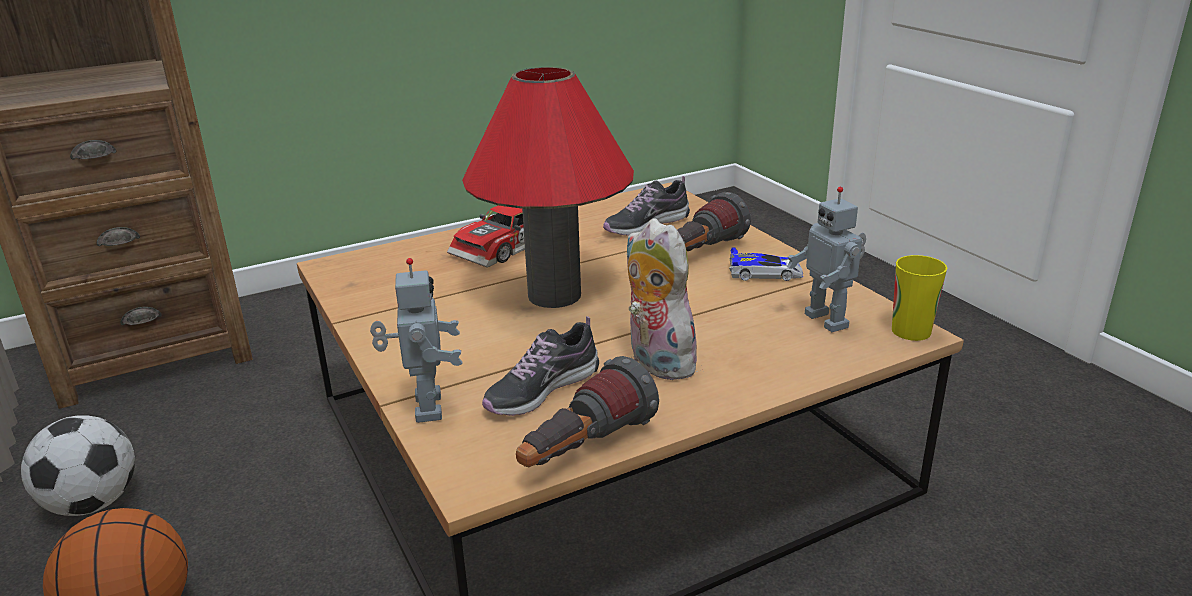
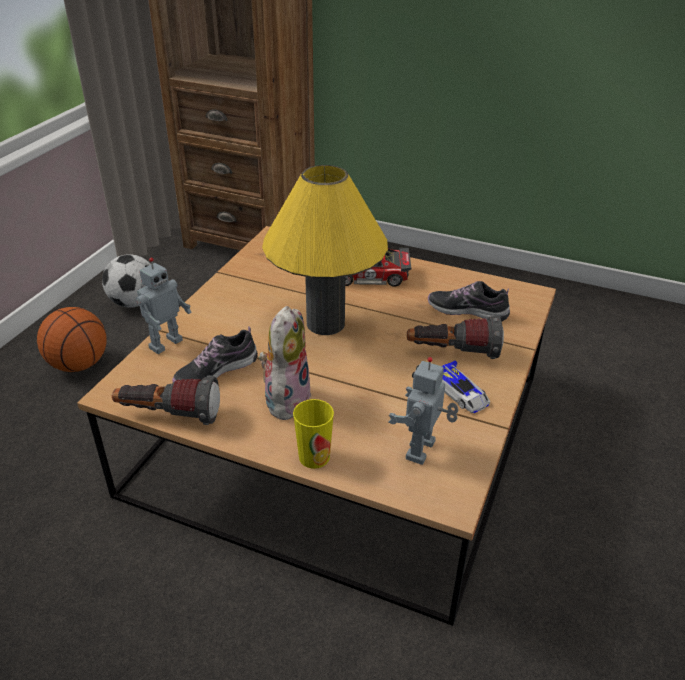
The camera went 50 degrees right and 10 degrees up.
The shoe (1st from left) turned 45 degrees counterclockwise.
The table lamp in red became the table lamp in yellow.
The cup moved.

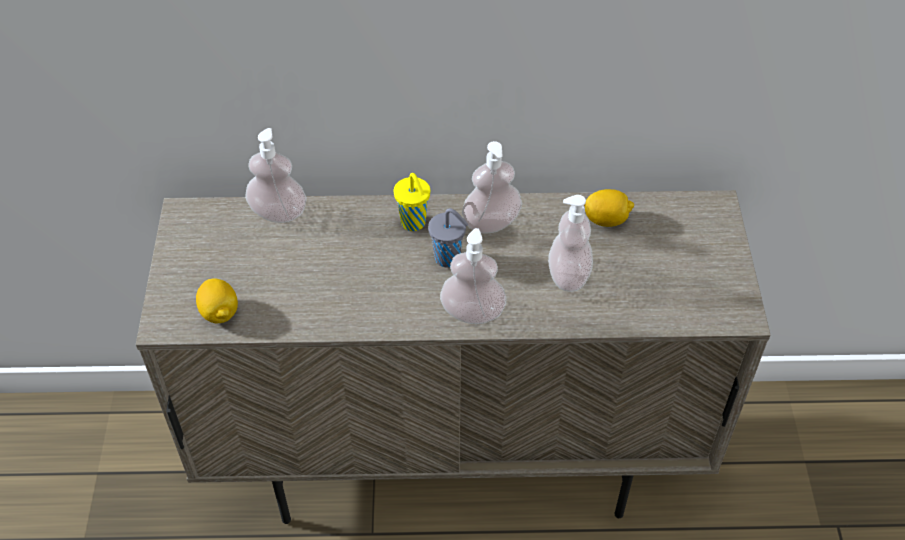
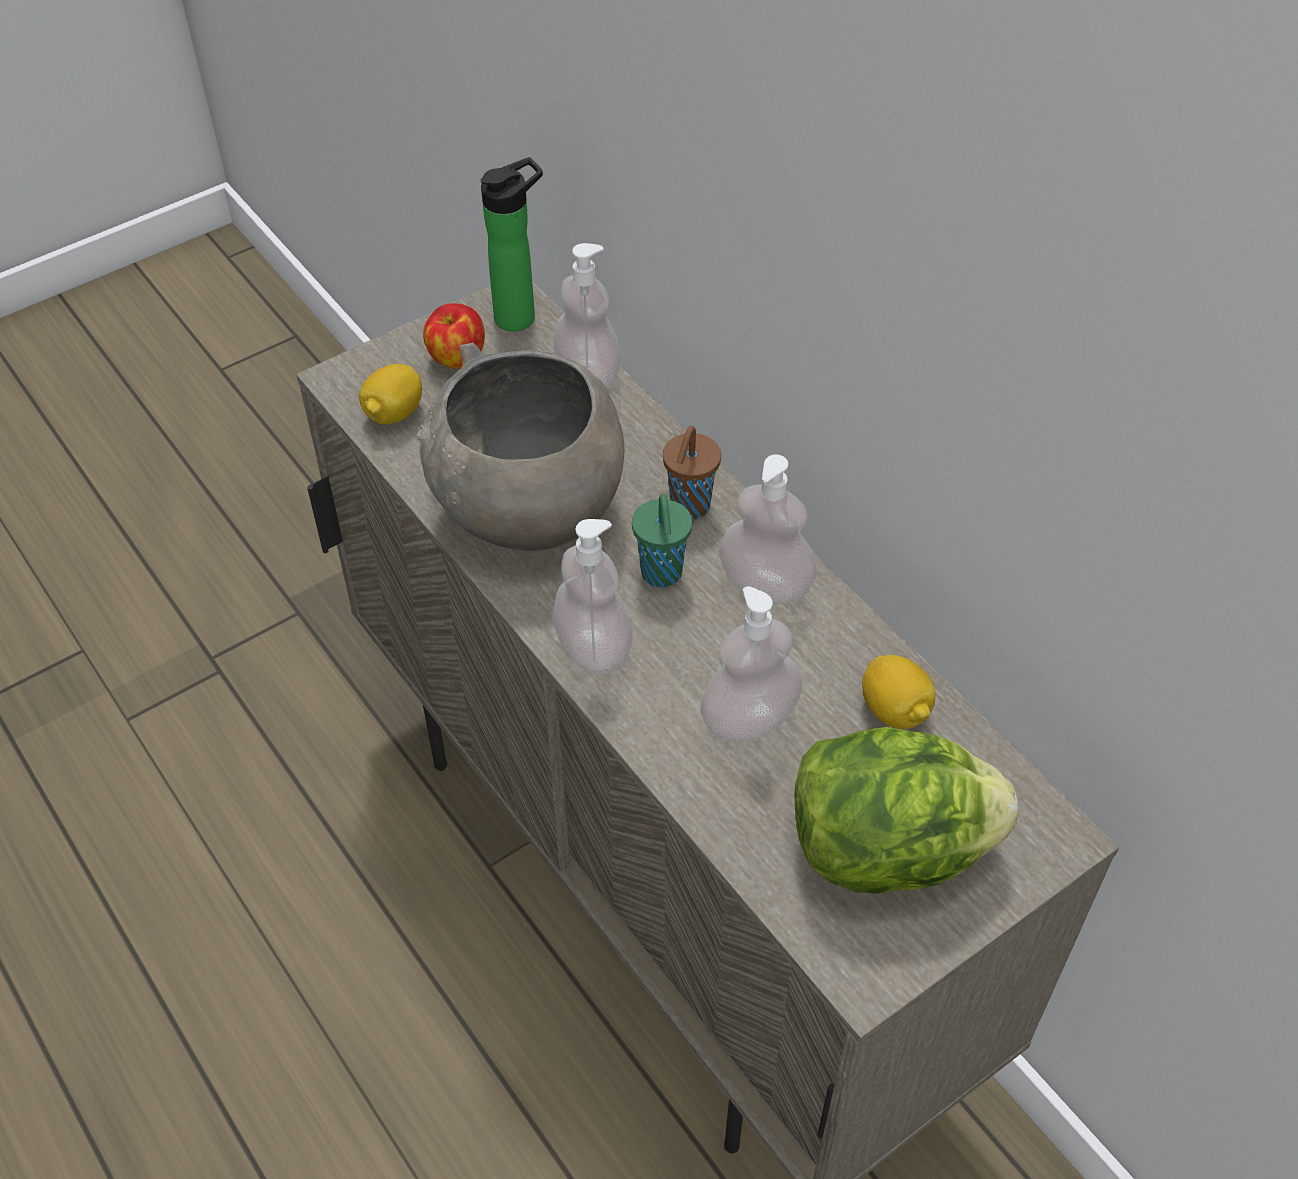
The camera went 55 degrees right and 0 degrees up.
The bowl in grey appeared.
The apple appeared.
The bottle appeared.
The cup in grey became the cup in green.
The cup in yellow became the cup in brown.
The lettuce appeared.

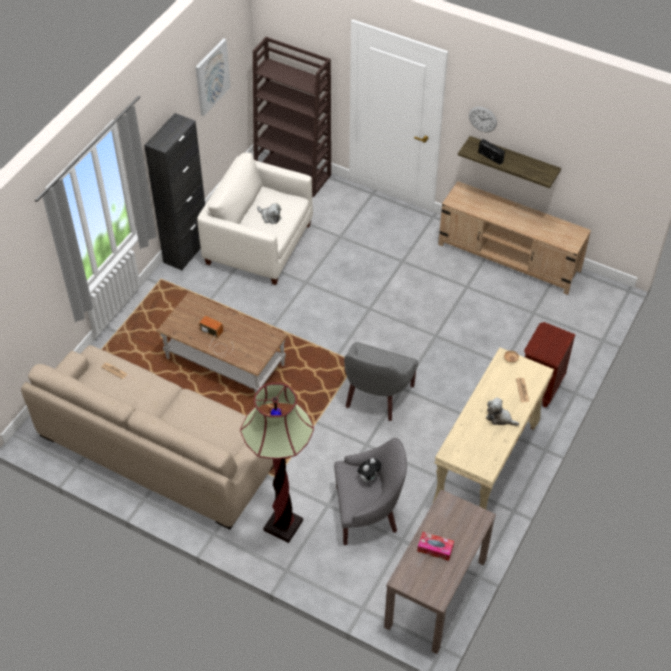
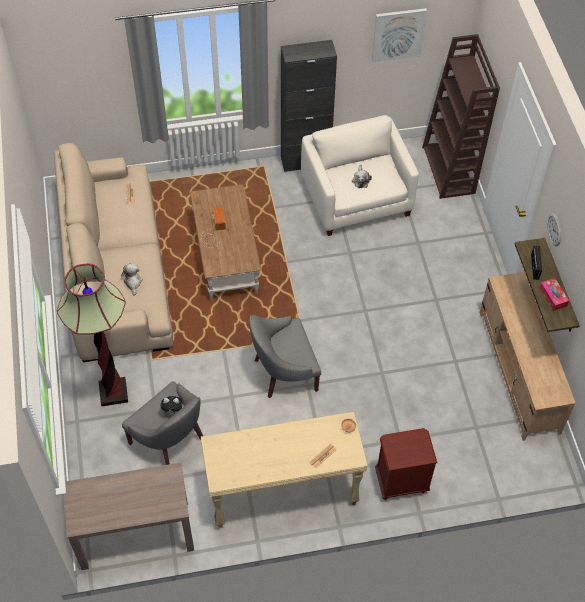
The camera went 50 degrees right and 5 degrees up.
The plush toy (3rd from left in the first image) moved.
The tissue box moved.

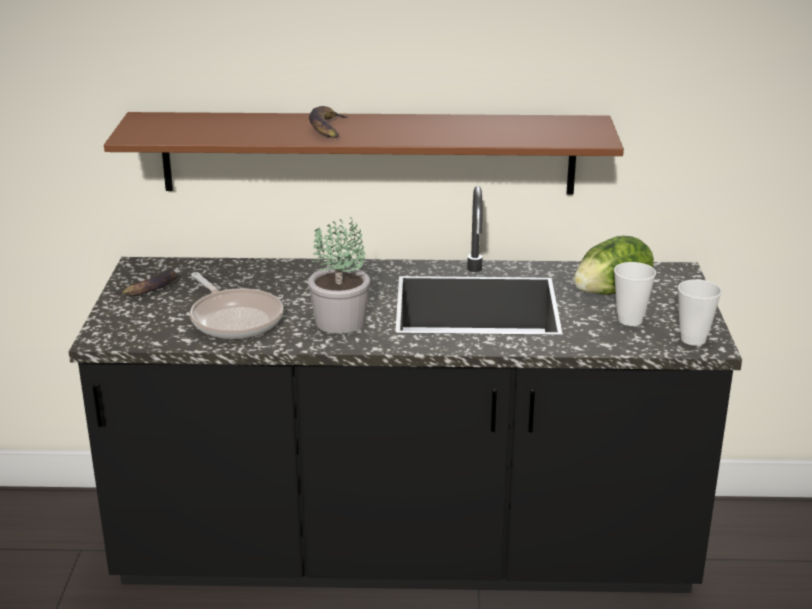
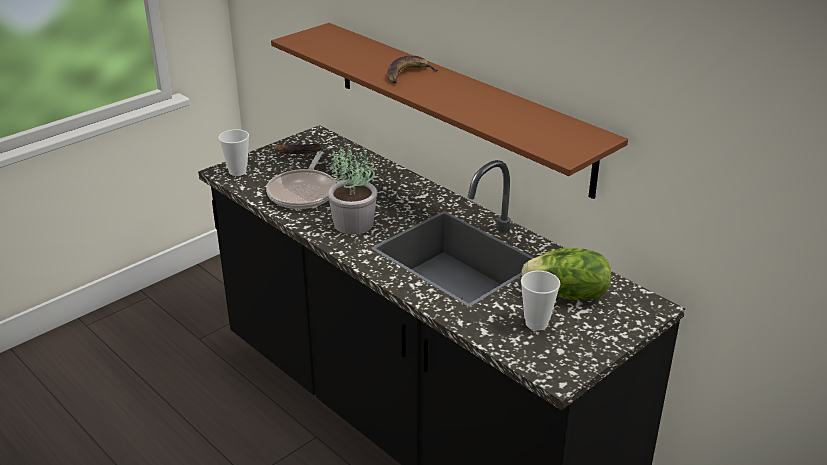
The camera went 45 degrees right and 5 degrees up.
The cup (2nd from left in the first image) moved.

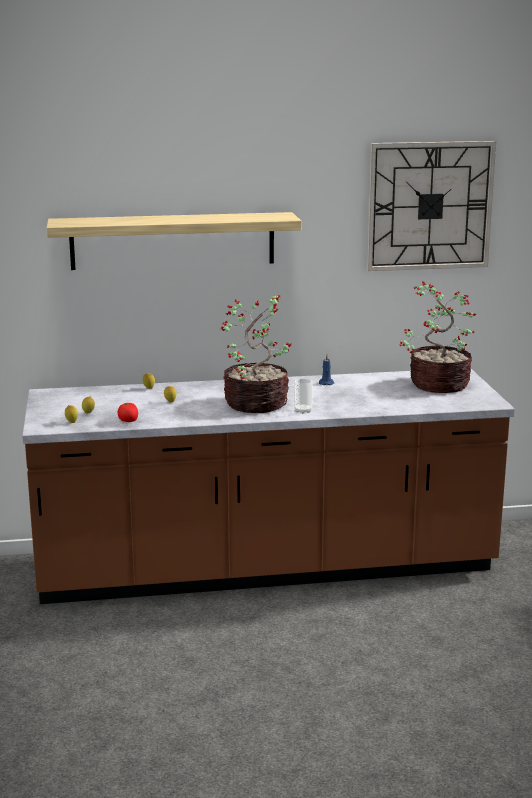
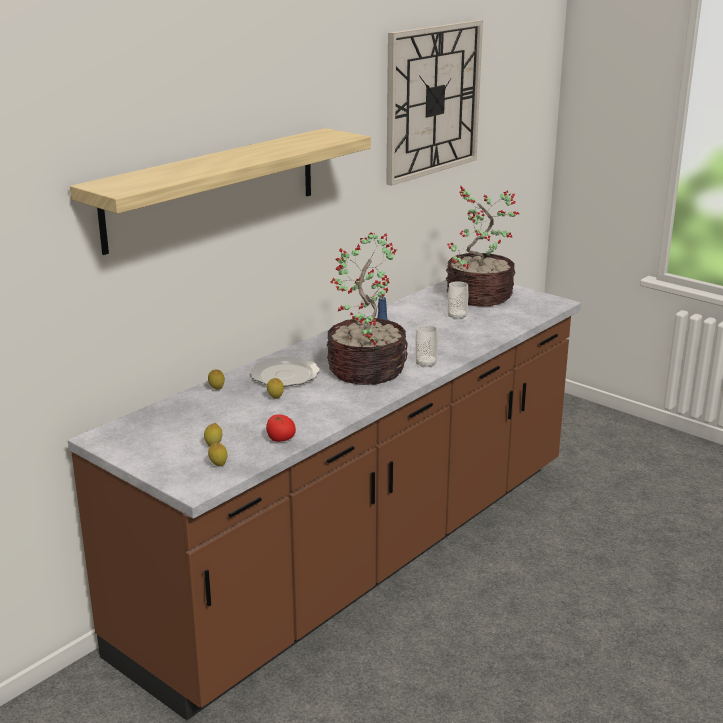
The camera went 40 degrees left and 5 degrees up.
The plate appeared.
The cup (2nd from left) appeared.

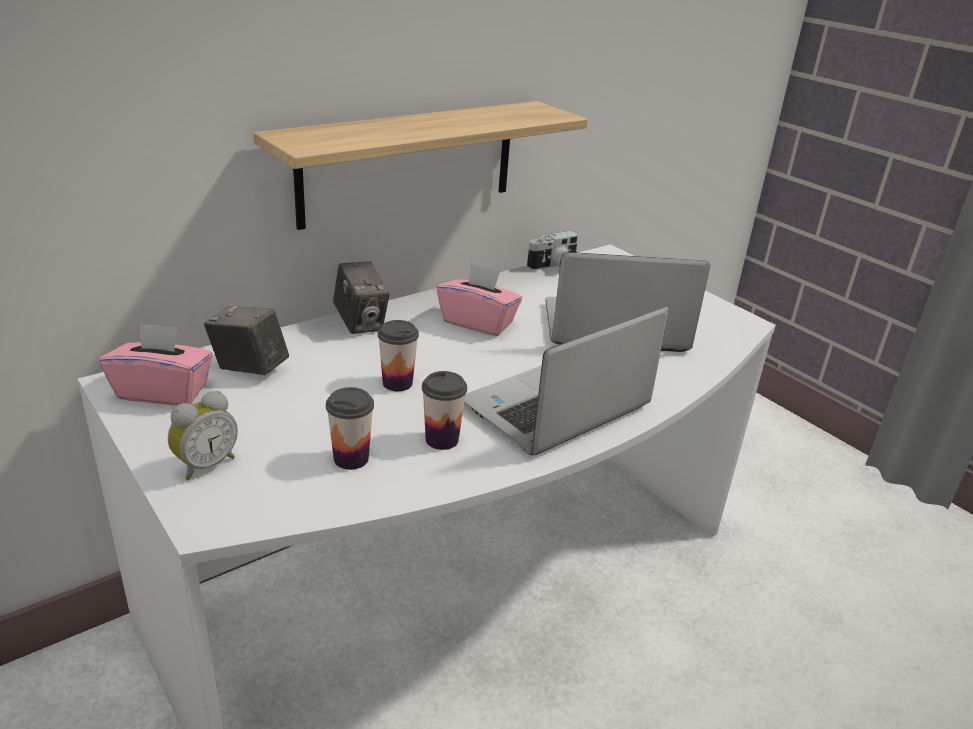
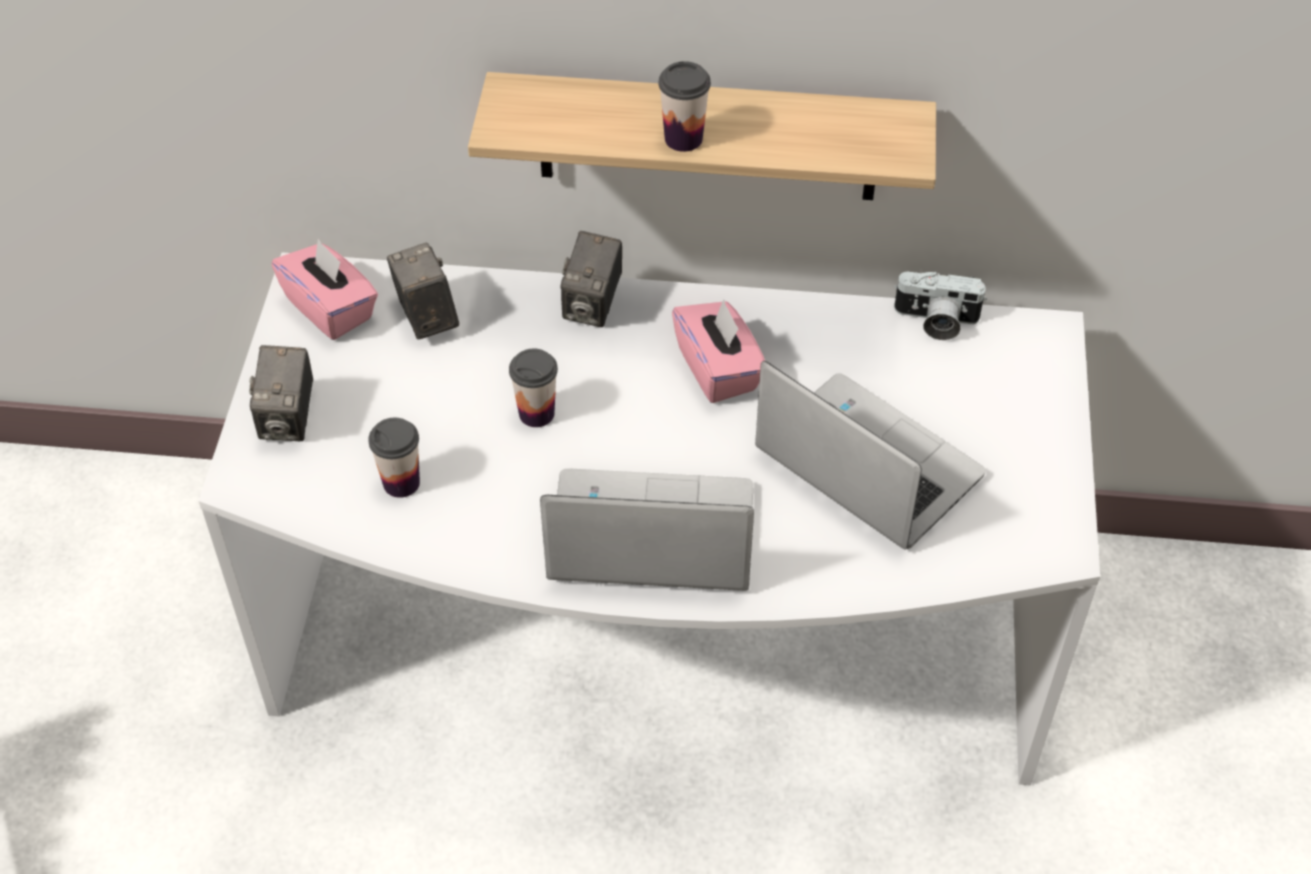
The camera went 45 degrees right and 20 degrees up.
The alarm clock was replaced by the photo camera (1st from left).
The cup (3rd from left) moved.

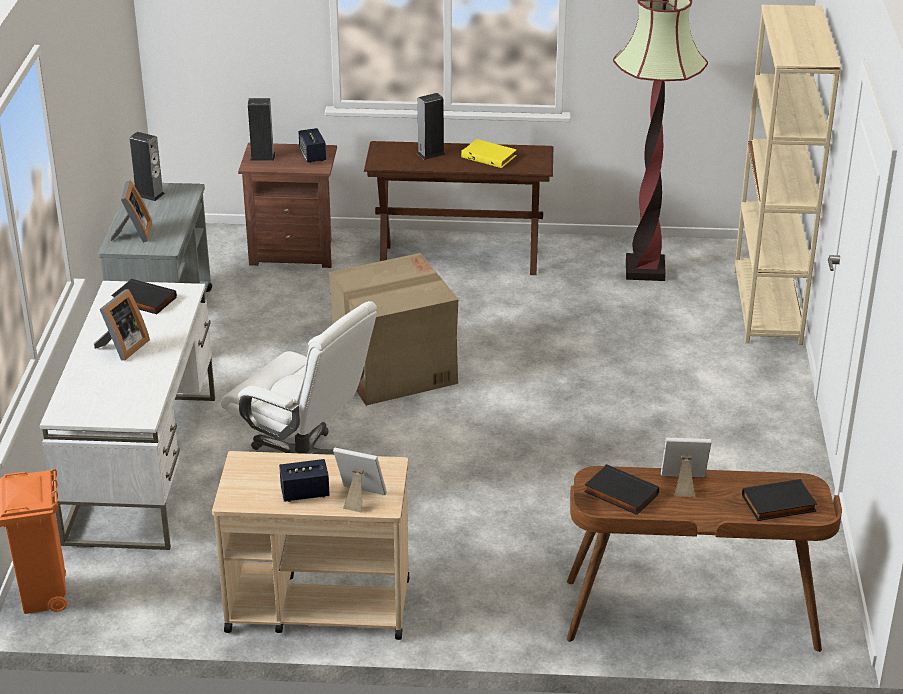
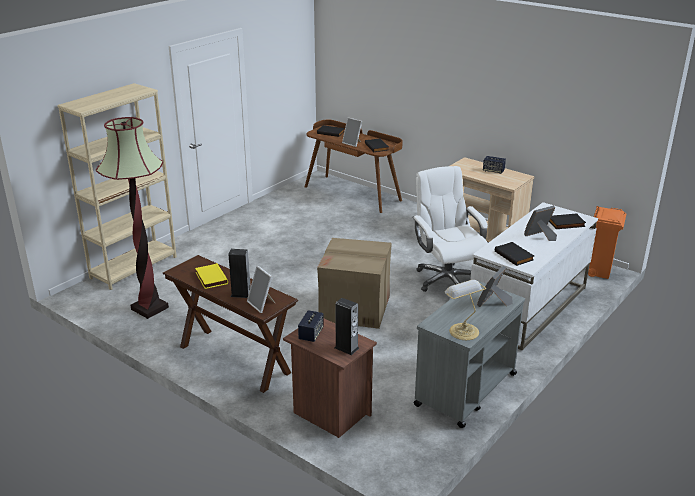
The camera went 145 degrees left and 5 degrees down.
The picture frame (3rd from left in the first image) moved.
The speaker (1st from left) was replaced by the table lamp.
The book in black (4th from left) appeared.

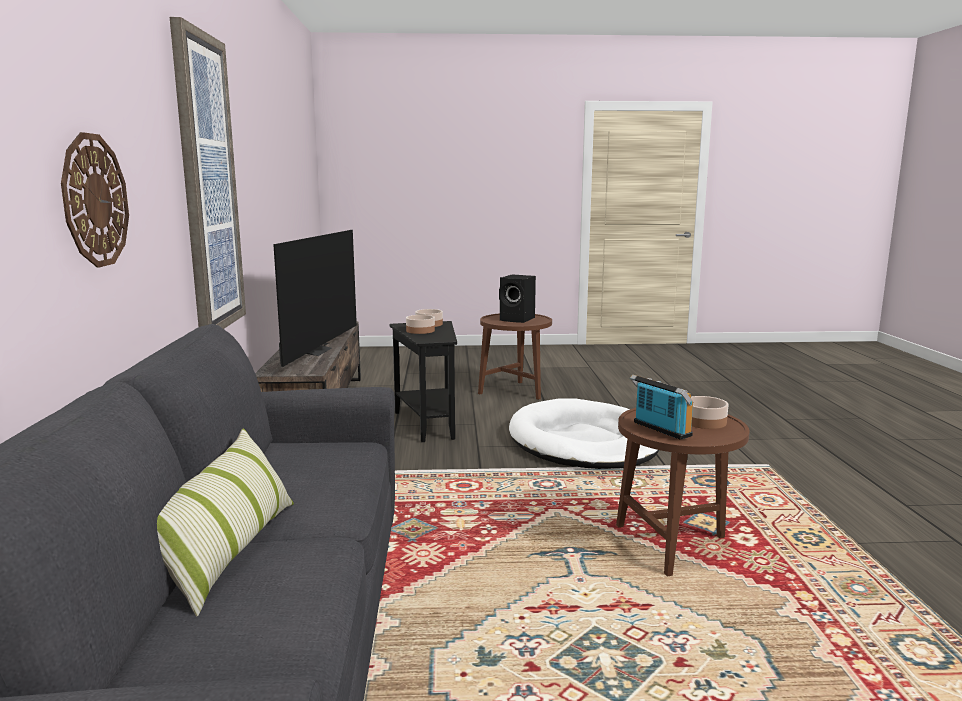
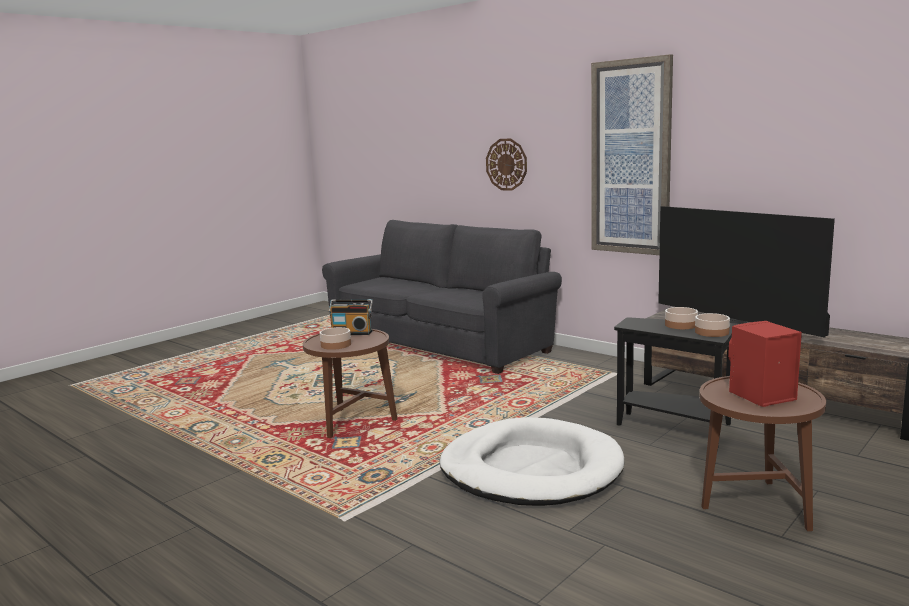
The camera went 135 degrees right and 0 degrees up.
The speaker in black became the speaker in red.
The pillow disappeared.

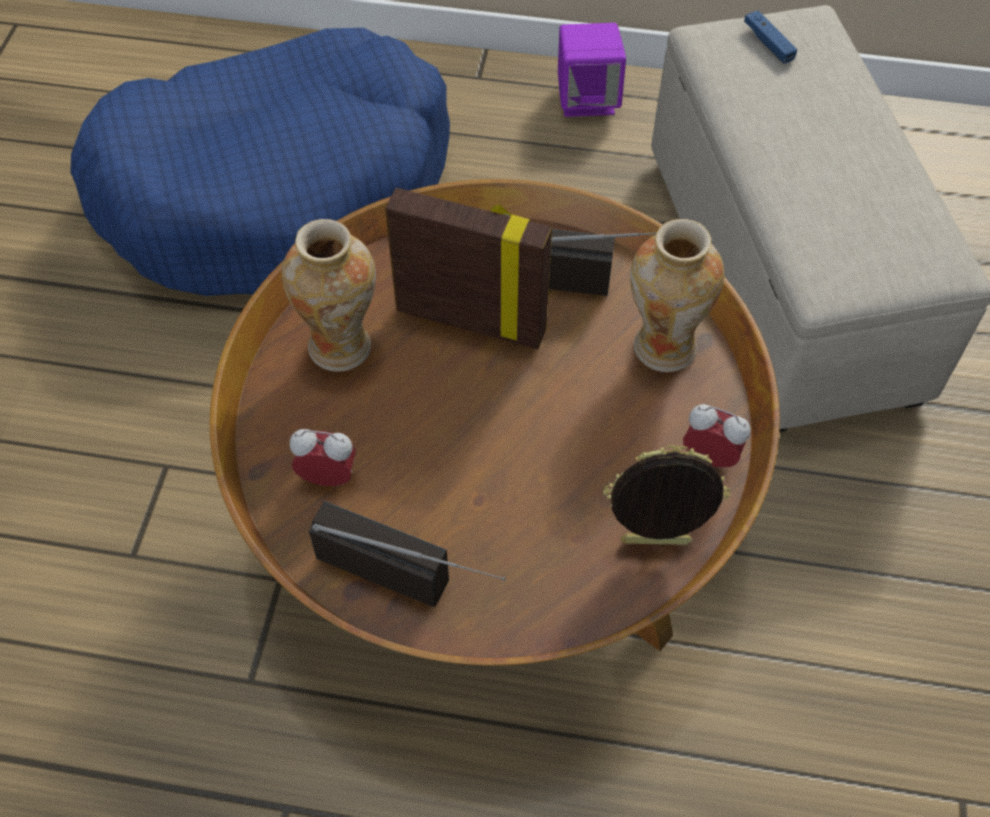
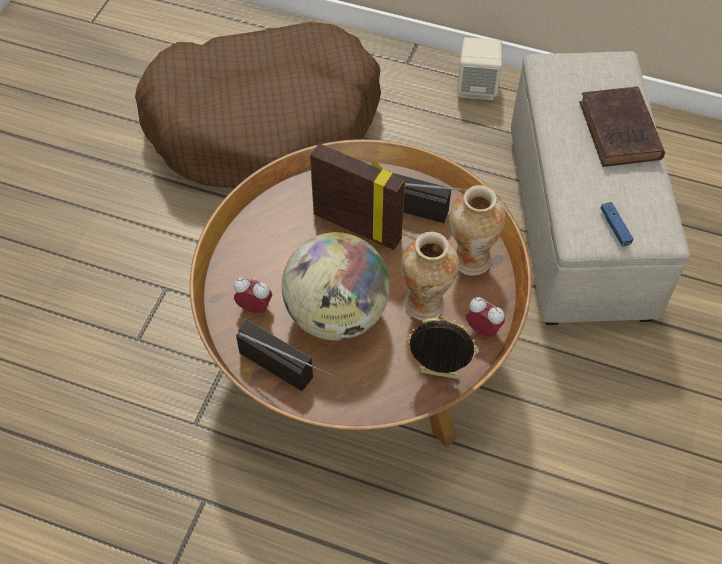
The camera went 10 degrees right and 0 degrees up.
The dog bed in blue became the dog bed in brown.
The globe appeared.
The vase (1st from left) moved.
The speaker in purple became the speaker in beige.
The book in brown appeared.
The game controller in blue moved.

